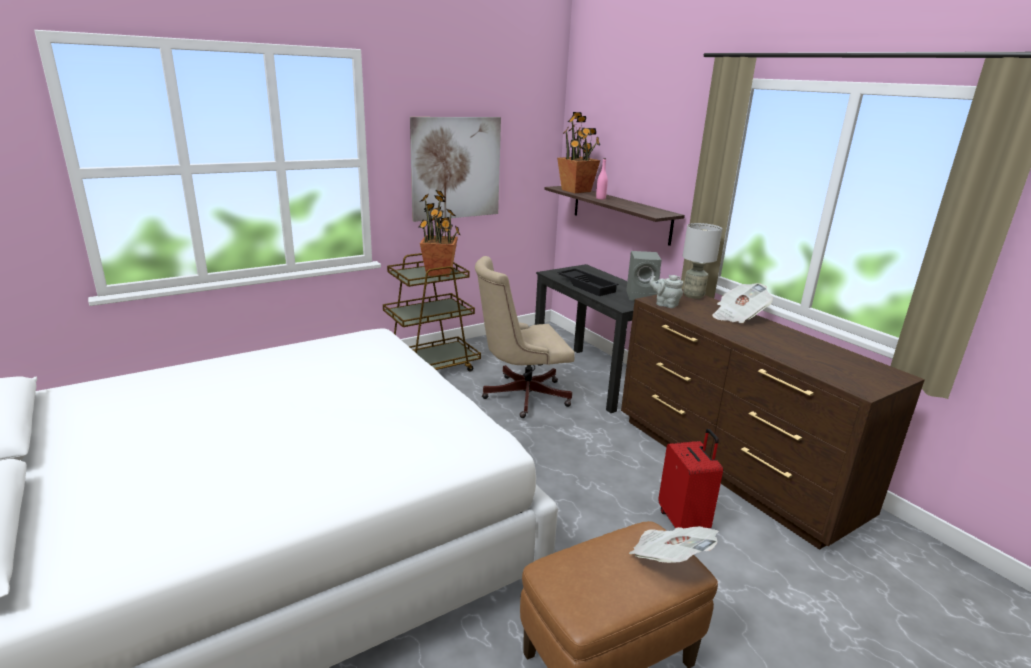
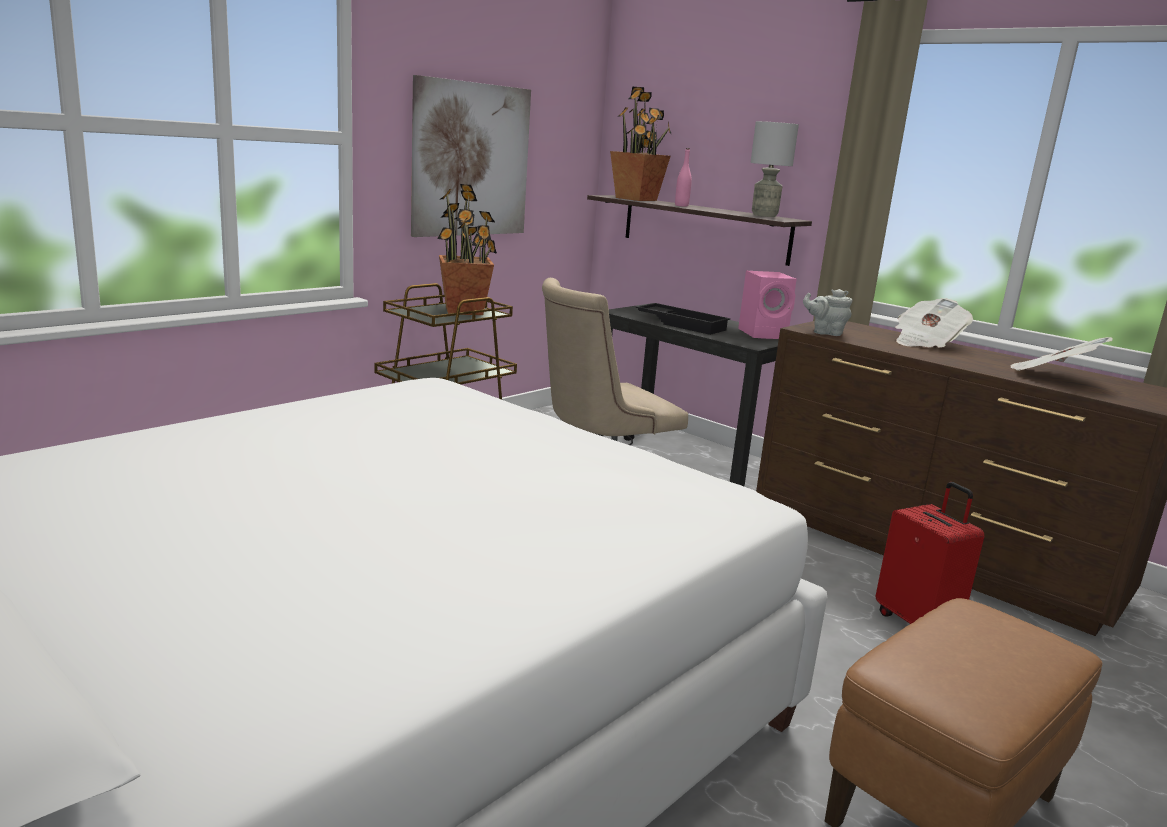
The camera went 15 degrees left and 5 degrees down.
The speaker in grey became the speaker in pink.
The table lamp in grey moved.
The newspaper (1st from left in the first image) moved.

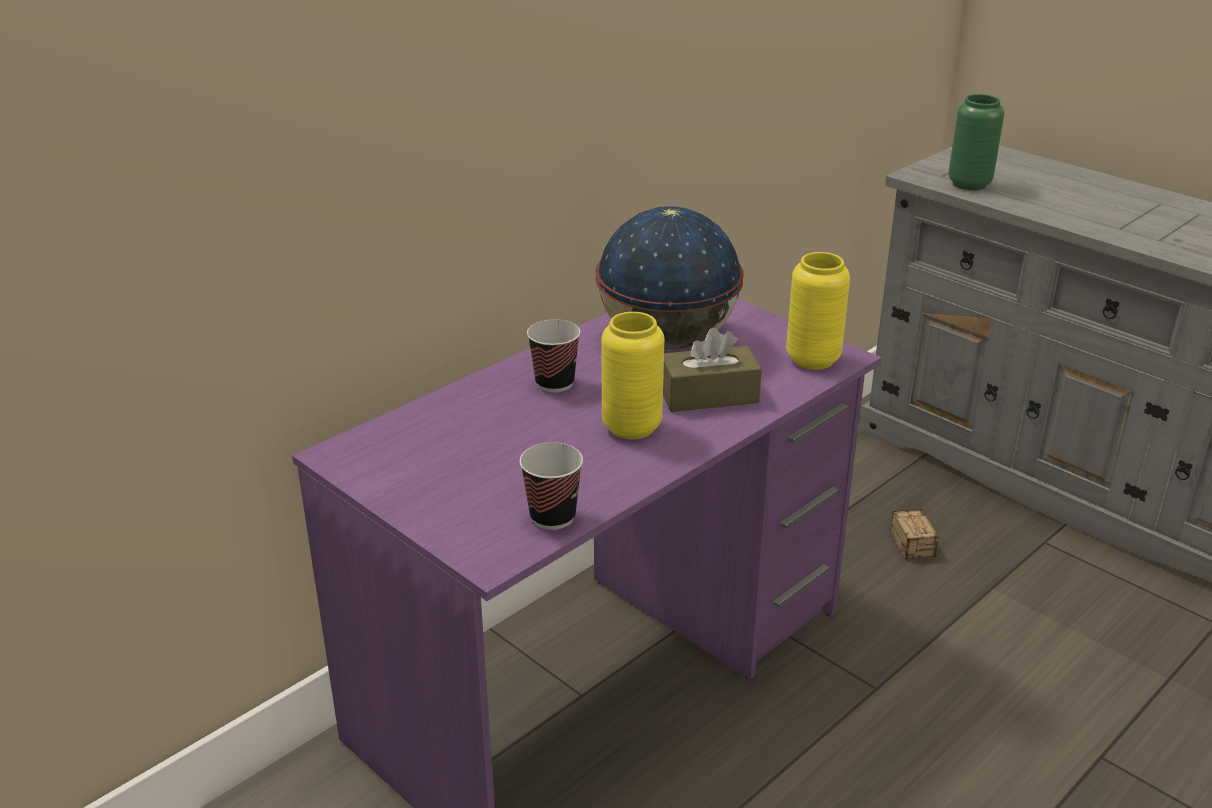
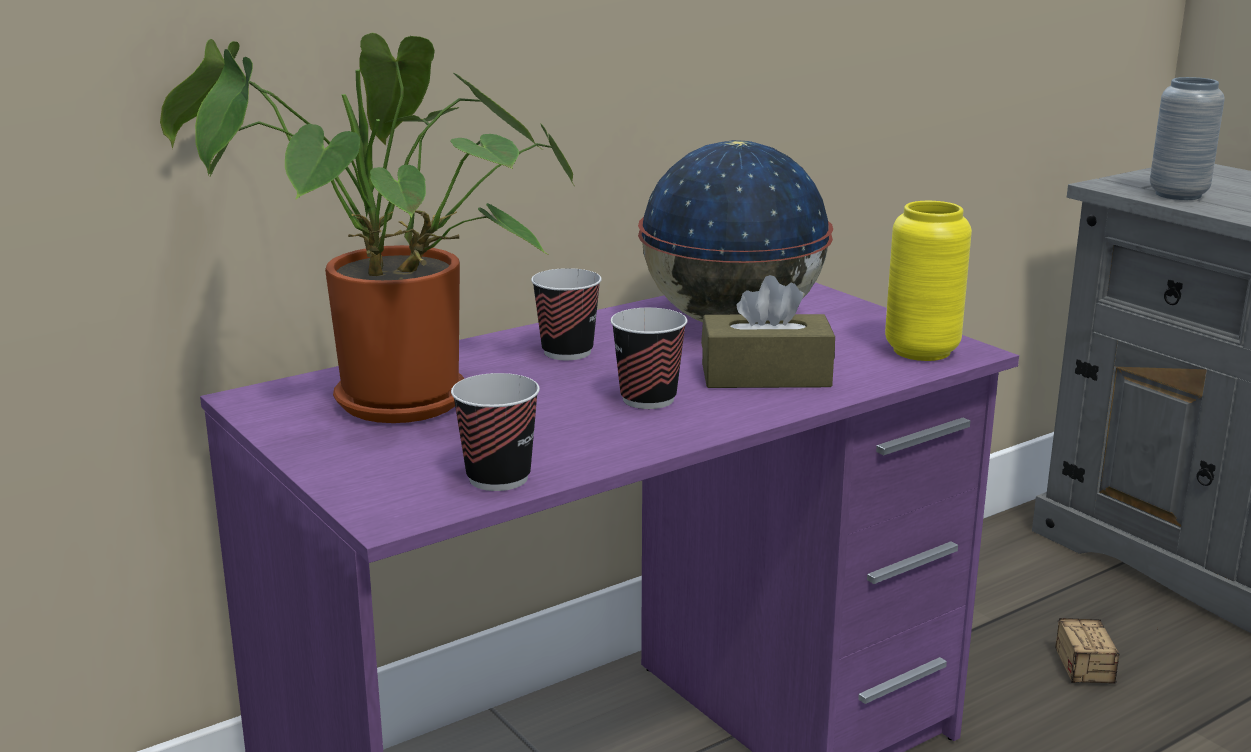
The camera went 10 degrees right and 10 degrees down.
The potted plant appeared.
The vase in yellow (1st from left) was replaced by the cup (3rd from left).
The vase in green became the vase in grey.

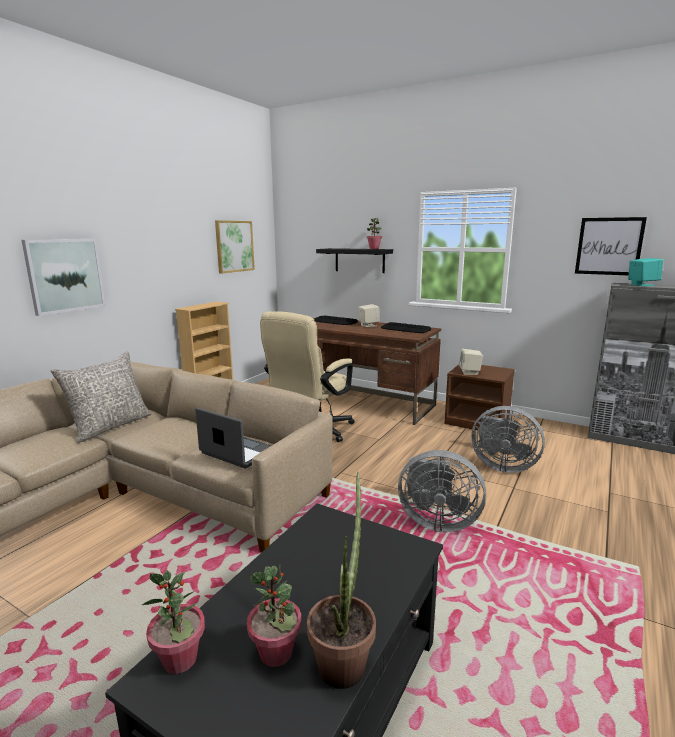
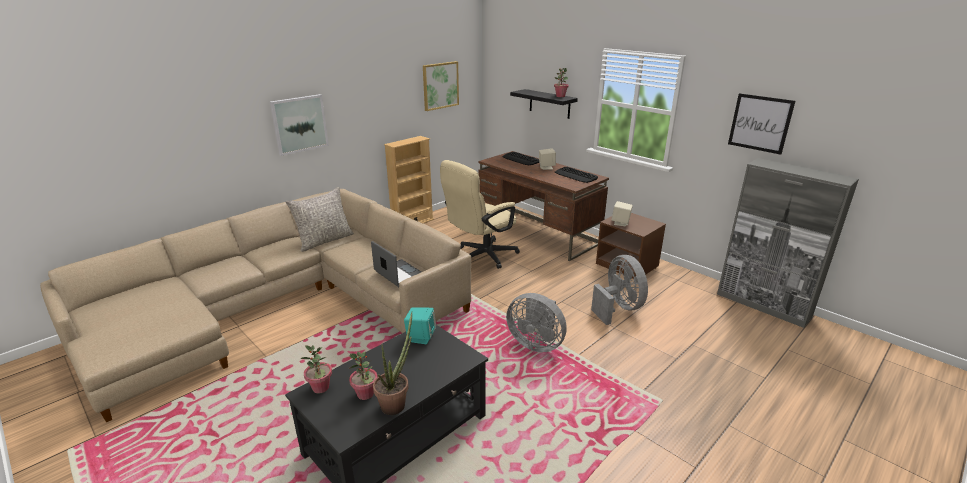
The camera went 15 degrees right and 10 degrees up.
The speaker in turquoise moved.
The fan in grey (2nd from left) turned 150 degrees counterclockwise.

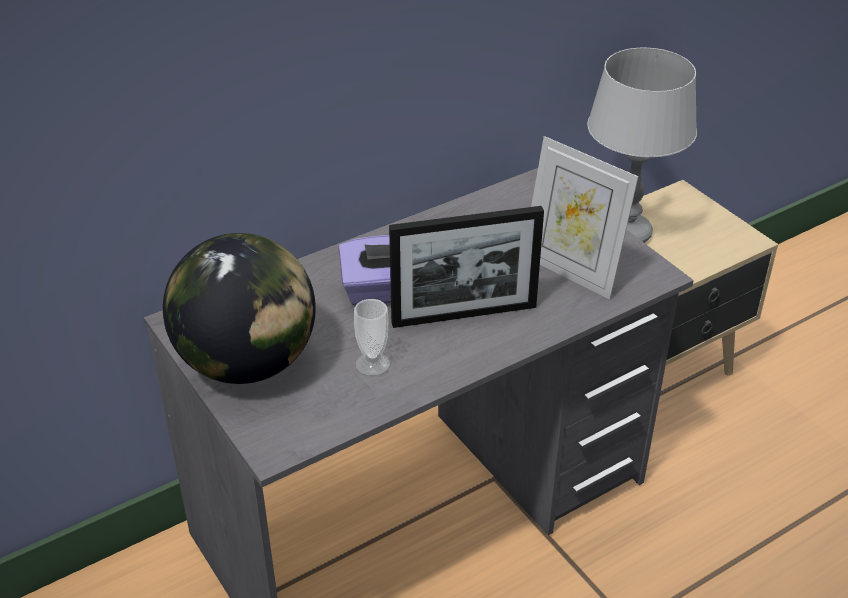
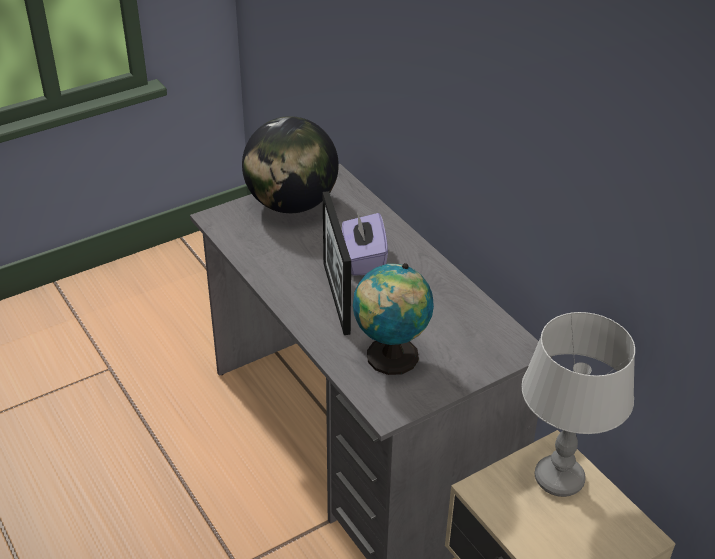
The camera went 90 degrees right and 0 degrees up.
The picture frame (2nd from left) was replaced by the globe (2nd from left).
The cup disappeared.

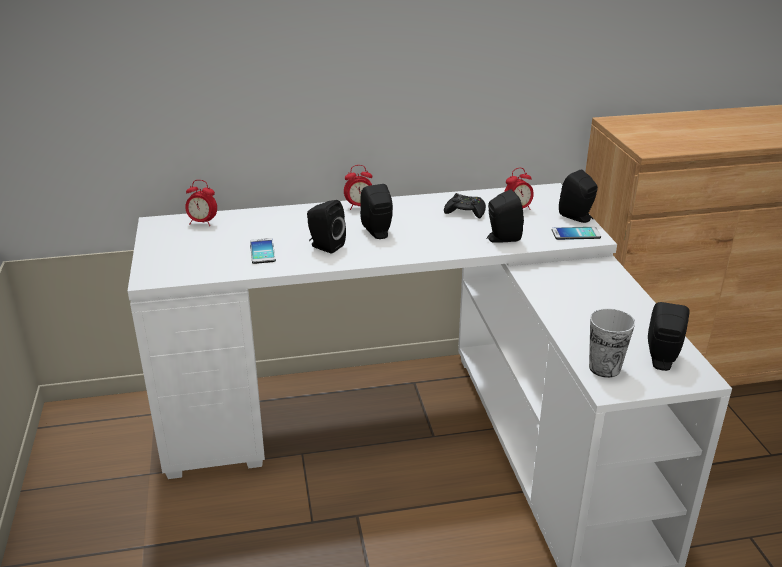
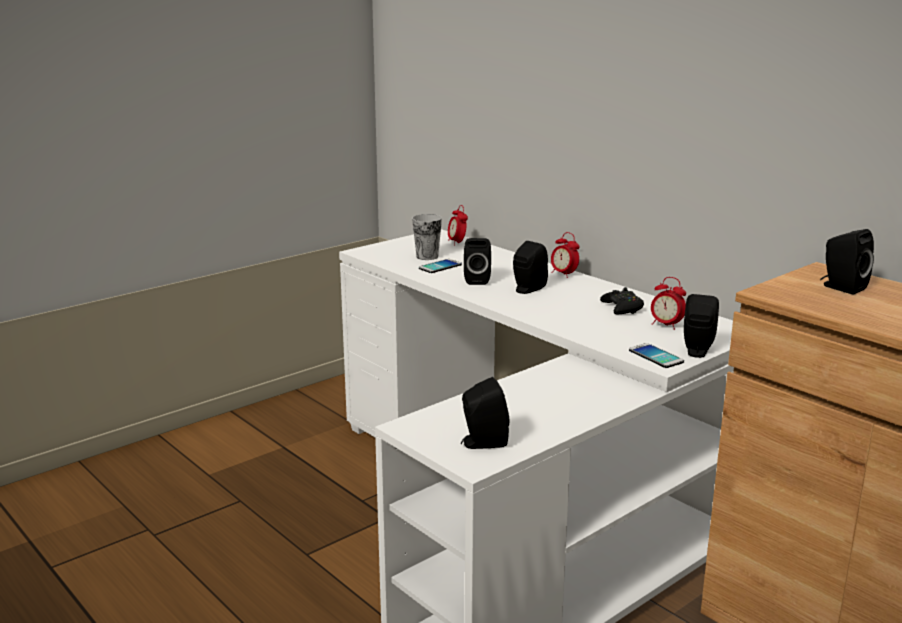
The camera went 60 degrees right and 10 degrees down.
The cup moved.
The speaker in black (3rd from left in the first image) moved.

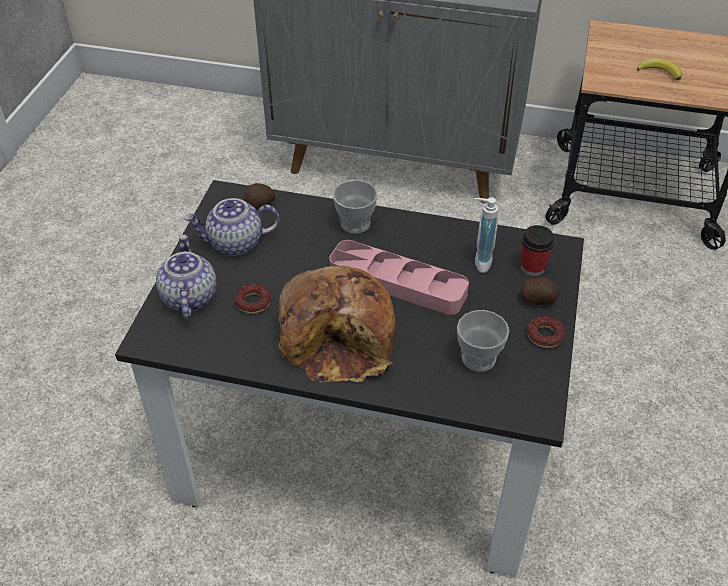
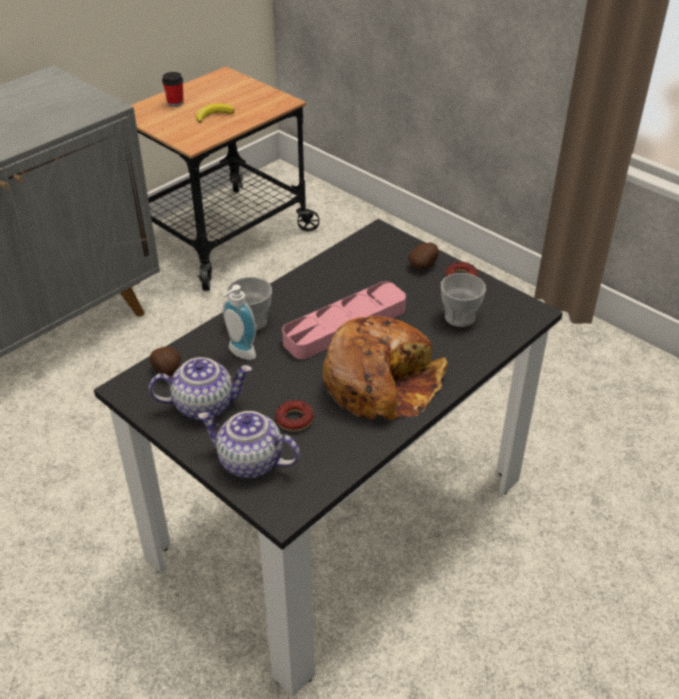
The camera went 60 degrees left and 5 degrees down.
The teapot (2nd from left in the first image) turned 120 degrees counterclockwise.
The cup (3rd from left in the first image) moved.
The soap dispenser moved.

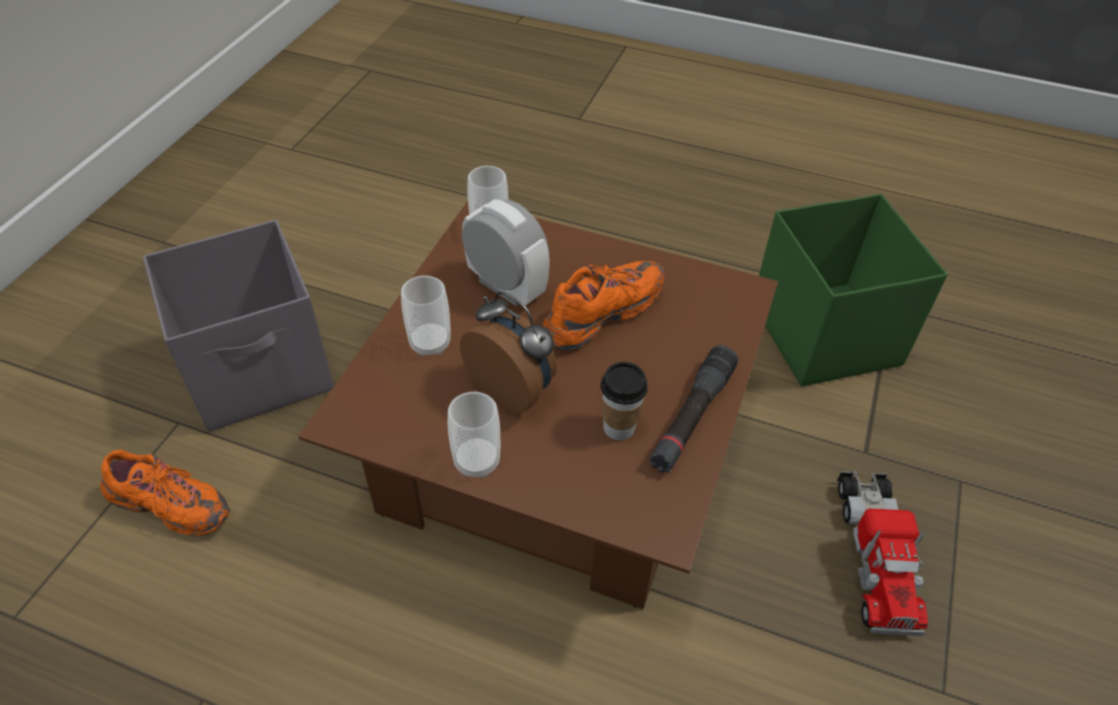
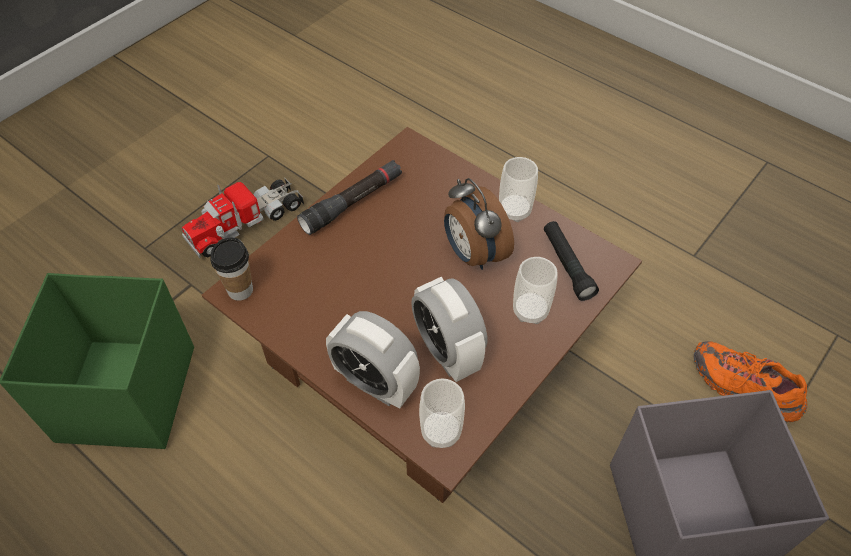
The camera went 160 degrees left and 5 degrees up.
The toy truck turned 150 degrees counterclockwise.
The cup (4th from left in the first image) moved.
The alarm clock (1st from left) appeared.
The flashlight in black (2nd from left) appeared.
The shoe in orange (2nd from left) disappeared.

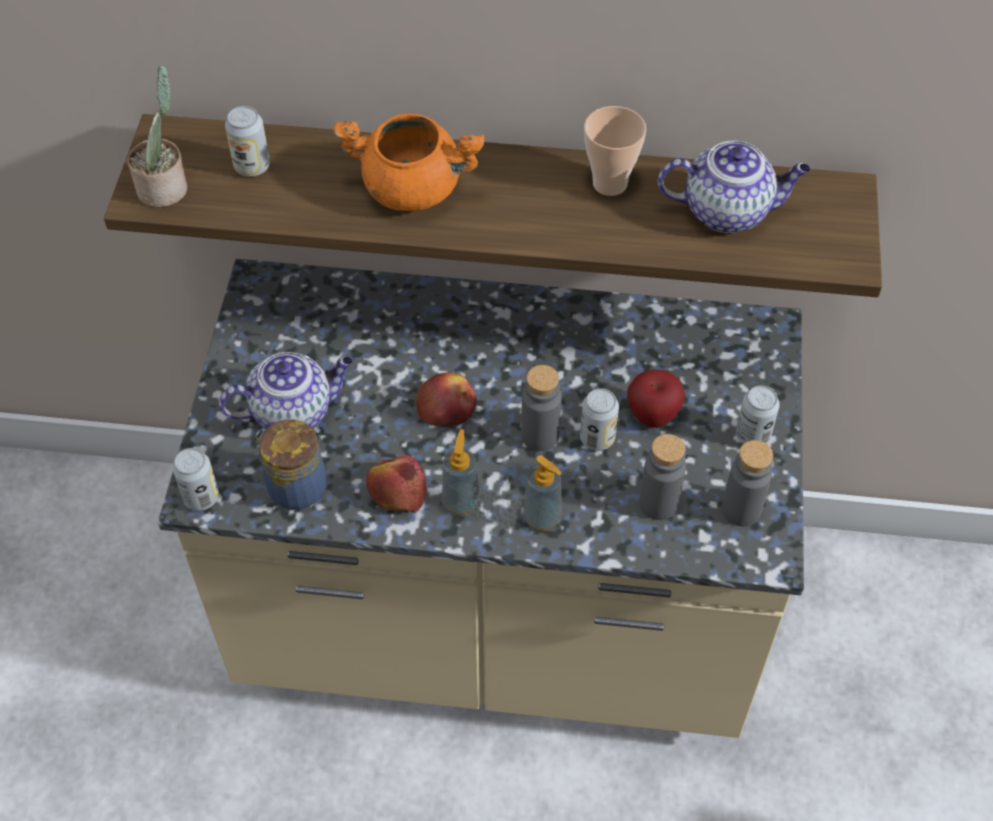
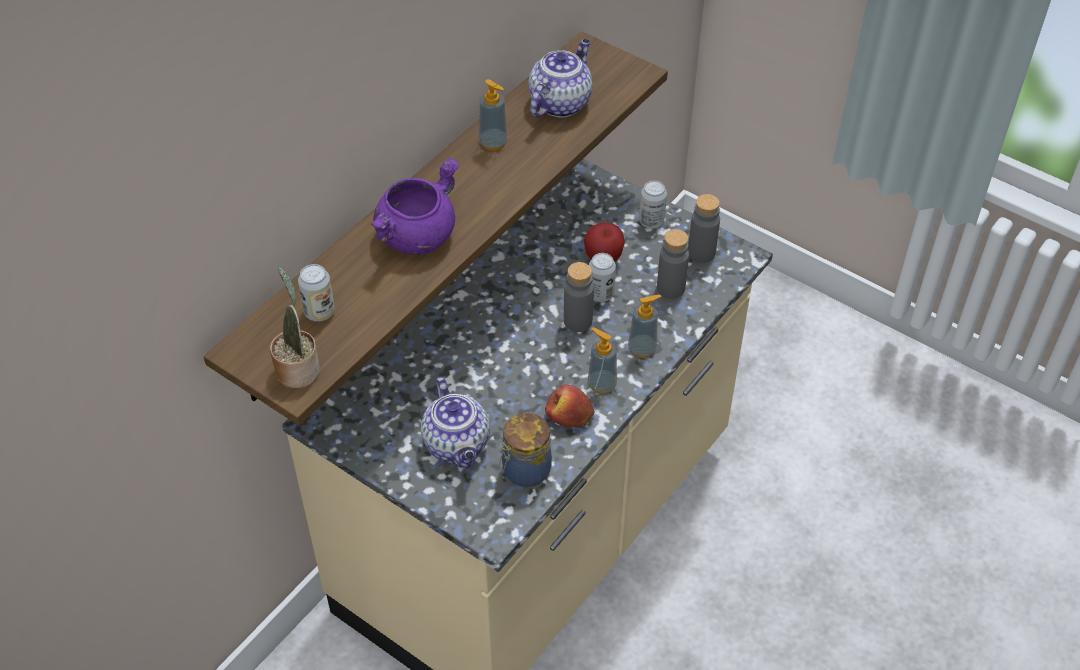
The camera went 60 degrees left and 5 degrees down.
The cooking pot in orange became the cooking pot in purple.
The teapot (1st from left) turned 150 degrees clockwise.
The cup was replaced by the soap dispenser (1st from left).
The can (1st from left) disappeared.
The apple (2nd from left) disappeared.

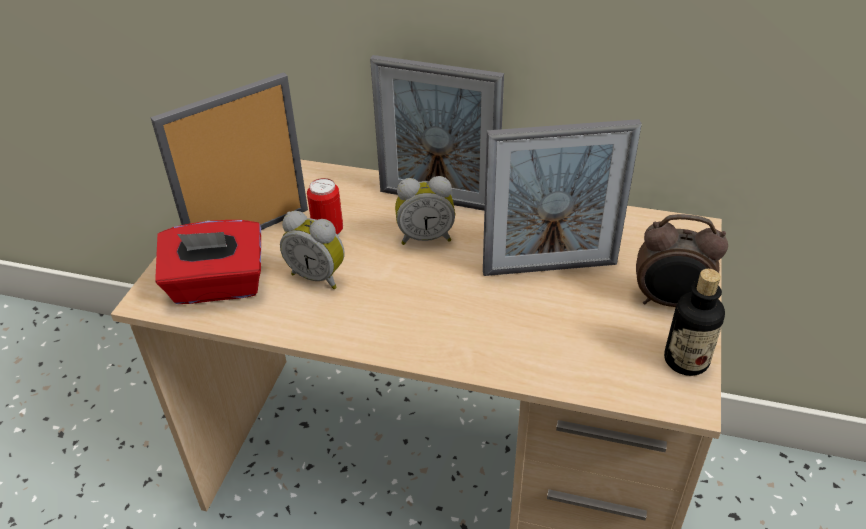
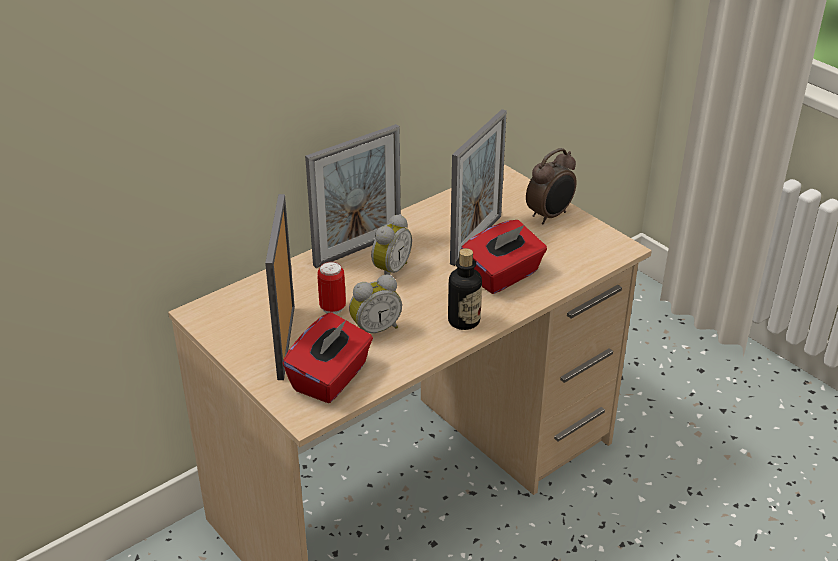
The camera went 55 degrees left and 5 degrees down.
The bottle moved.
The tissue box in red (2nd from left) appeared.

